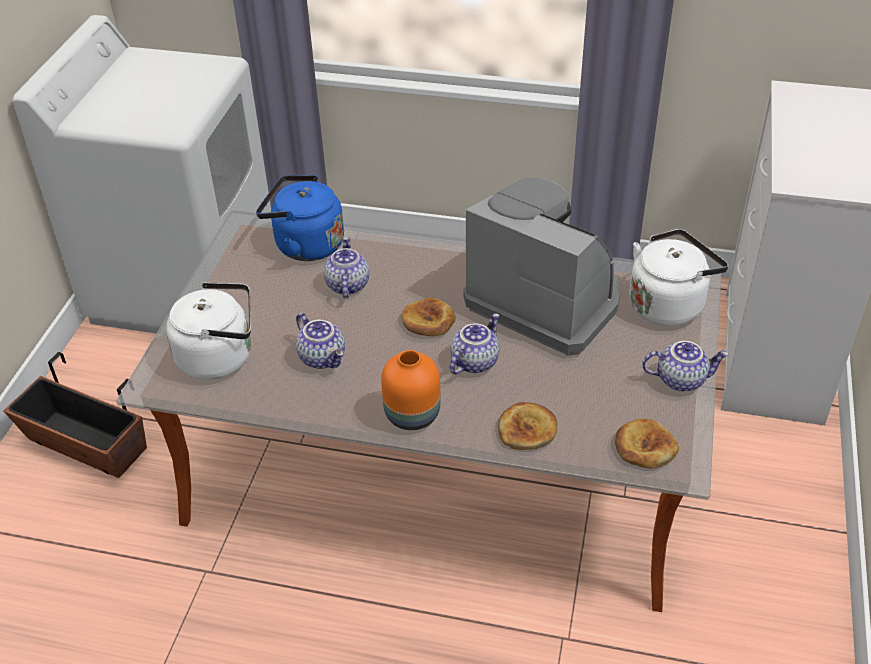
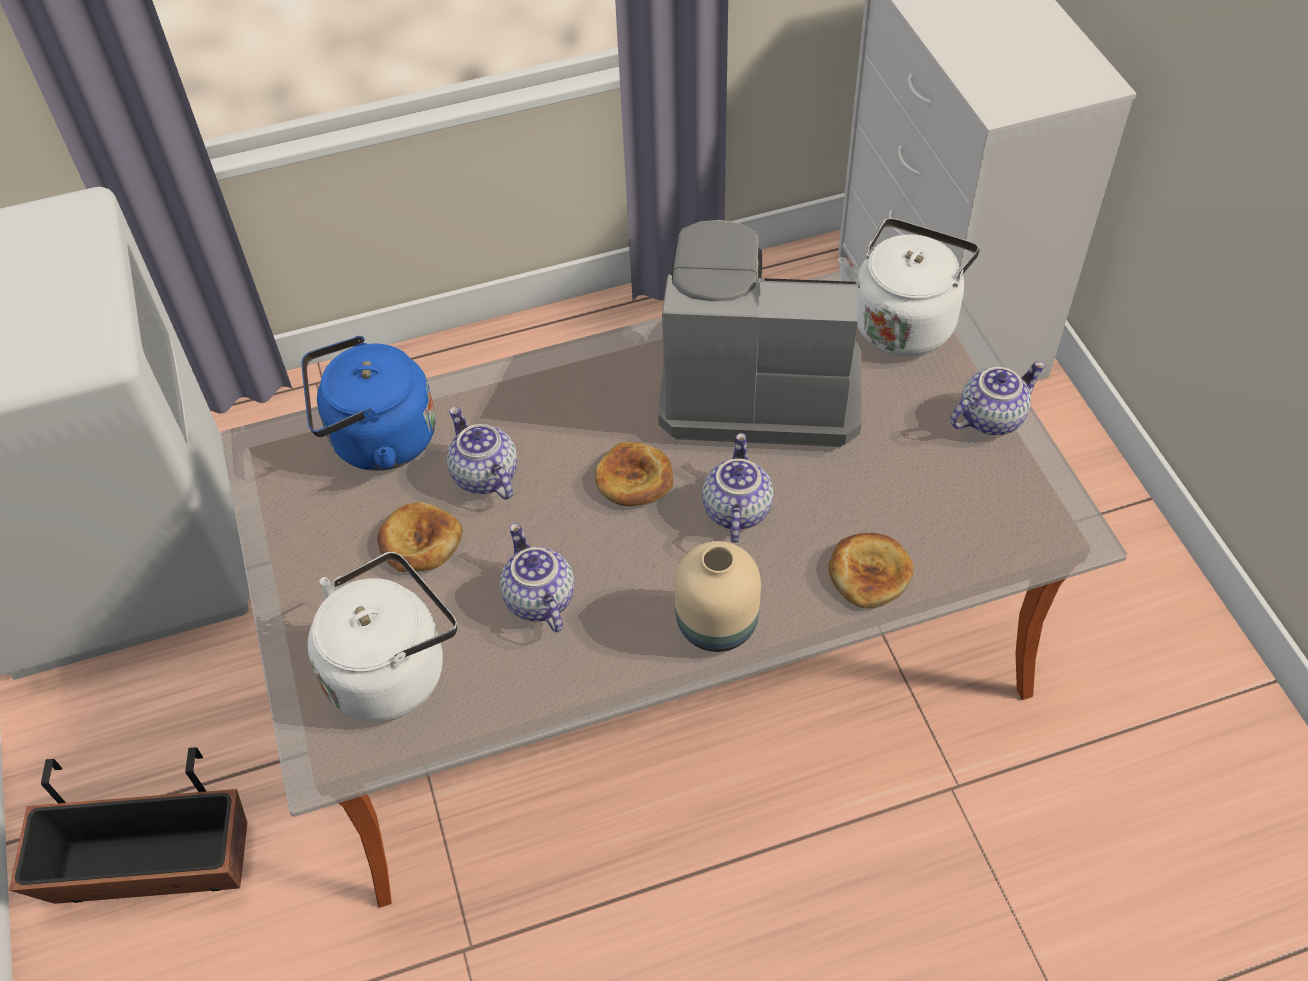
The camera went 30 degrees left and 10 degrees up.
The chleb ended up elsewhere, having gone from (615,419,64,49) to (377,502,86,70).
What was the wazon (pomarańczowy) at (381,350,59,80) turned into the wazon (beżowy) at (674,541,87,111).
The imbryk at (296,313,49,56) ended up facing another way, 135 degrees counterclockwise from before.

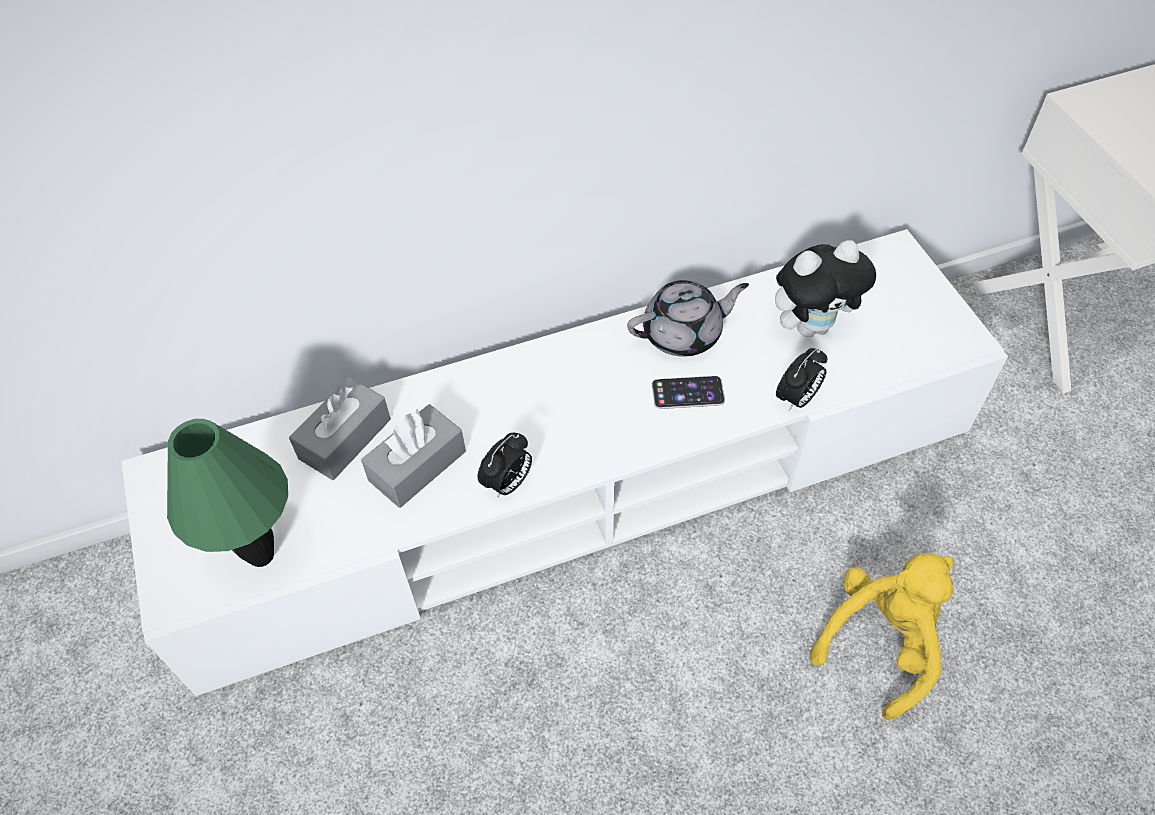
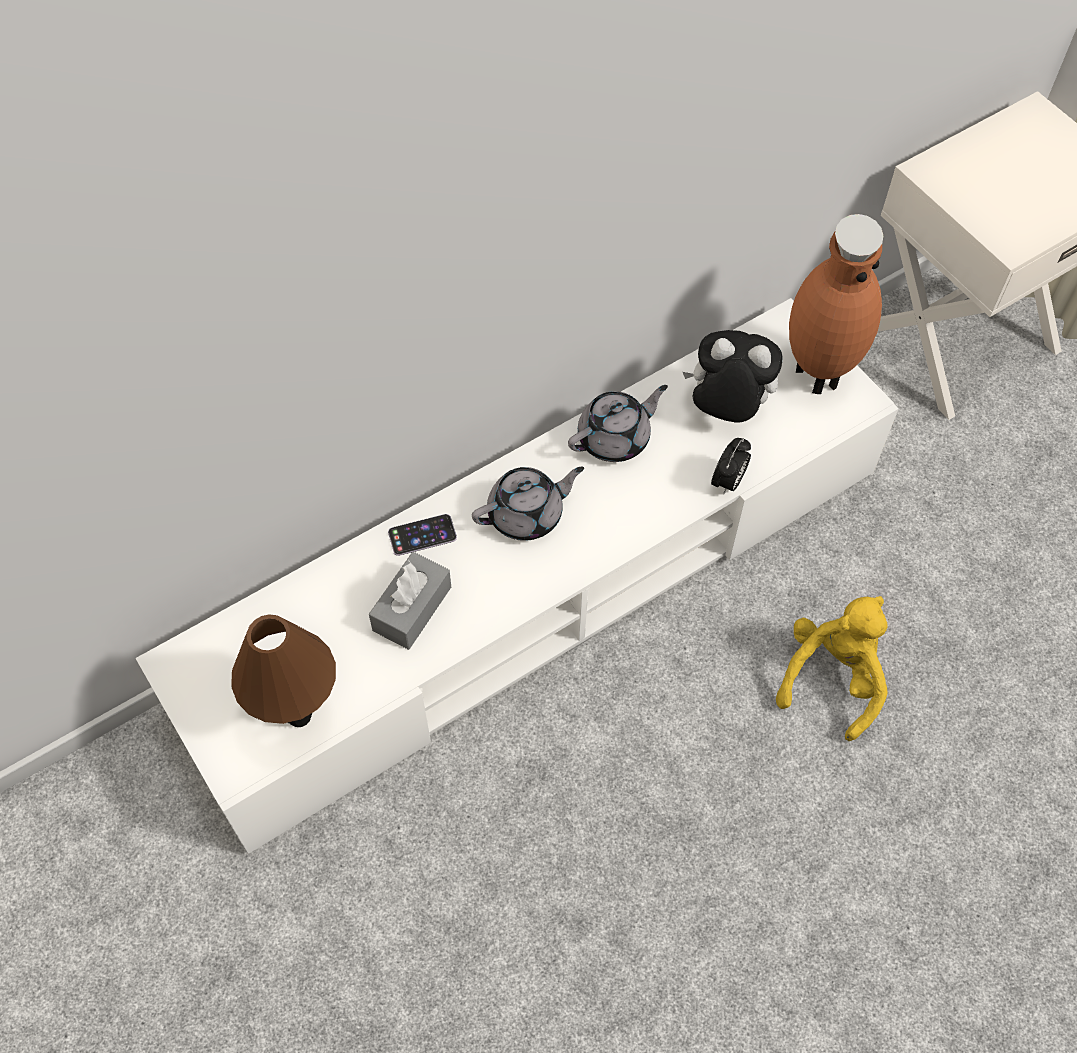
The camera went 15 degrees left and 5 degrees up.
The second view lost the pudełko chusteczek (szary) at (289,377,102,103).
The second view lost the budzik at (478,433,54,65).
The second view gained the imbryk (szary) at (472,467,112,74).
The second view gained the wazon (brązowy) at (789,214,94,180).
The telefon ended up elsewhere, having gone from (652,376,73,33) to (388,514,69,42).
What was the lampa stołowa (zielony) at (167,419,121,148) turned into the lampa stołowa (brązowy) at (231,615,105,112).
The pluszak at (775,240,101,97) ended up facing another way, 135 degrees counterclockwise from before.

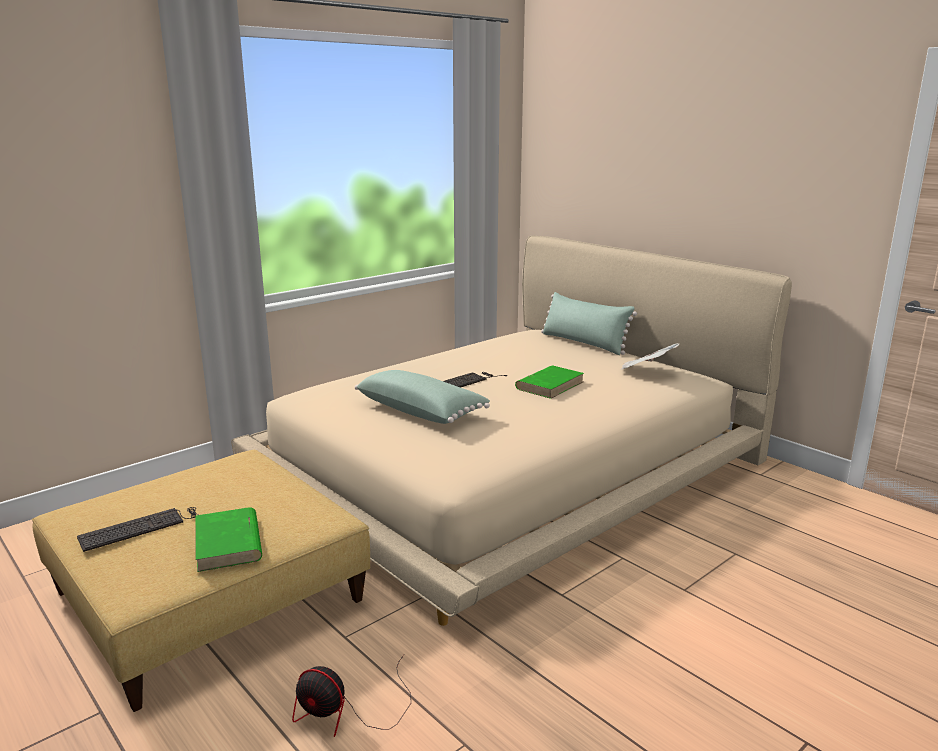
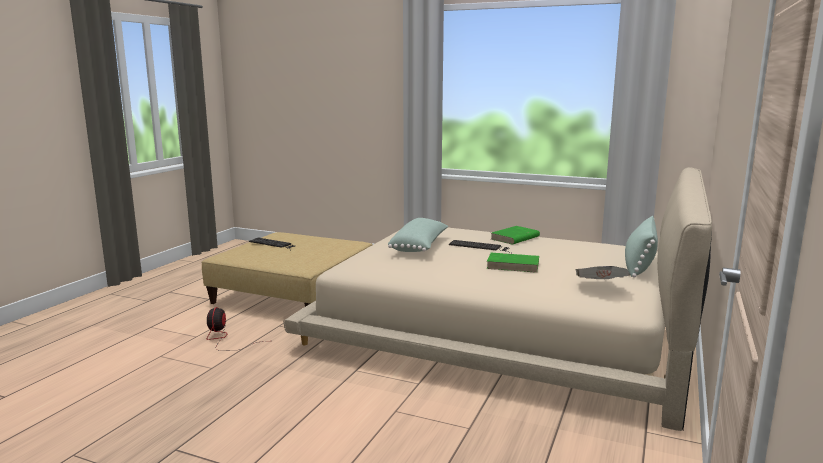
The camera went 65 degrees right and 5 degrees down.
The książka (zielony) ended up elsewhere, having gone from (195,507,67,65) to (491,226,49,18).

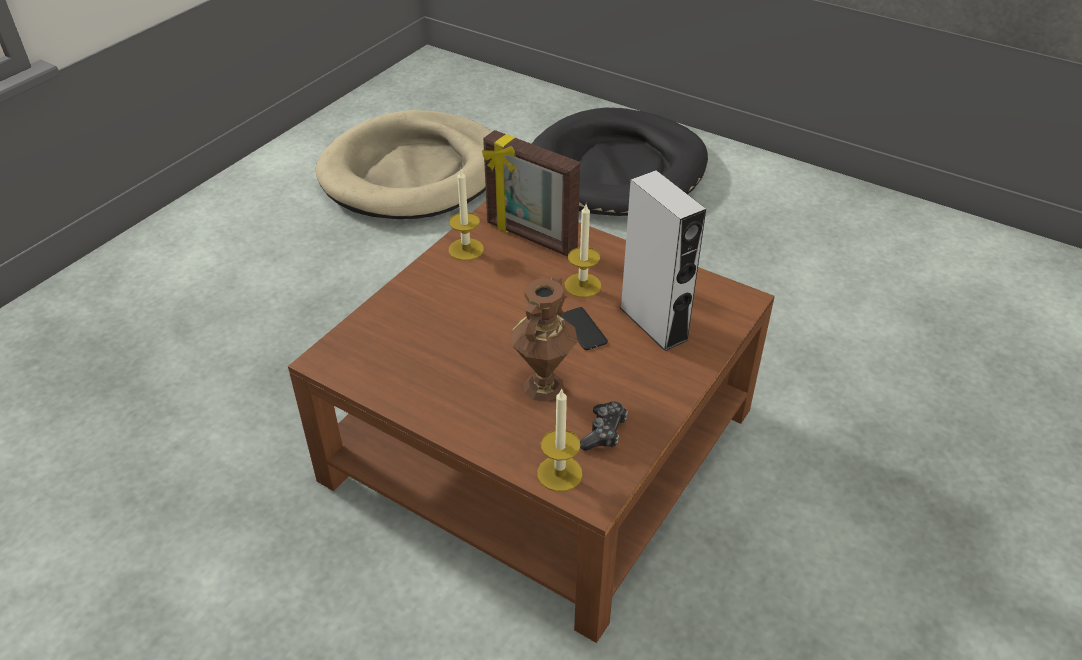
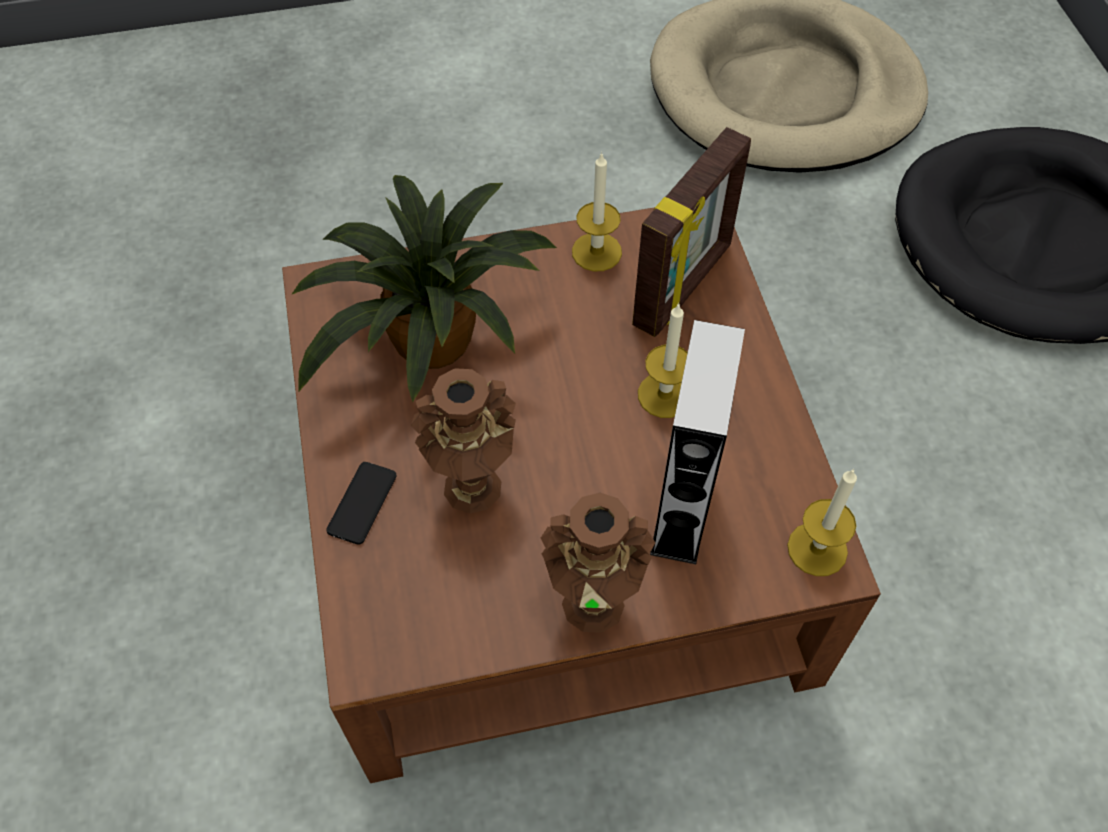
The camera went 45 degrees right and 15 degrees up.
The second view lost the pad do gier at (580,401,48,50).
The second view gained the roślina doniczkowa at (291,175,266,228).
The second view gained the wazon (brązowy) at (541,493,114,140).
The świeca ended up elsewhere, having gone from (537,388,46,104) to (787,469,70,107).
The telefon ended up elsewhere, having gone from (560,307,48,43) to (326,462,70,83).
The ramka na zdjęcie at (482,130,98,126) ended up facing another way, 135 degrees counterclockwise from before.

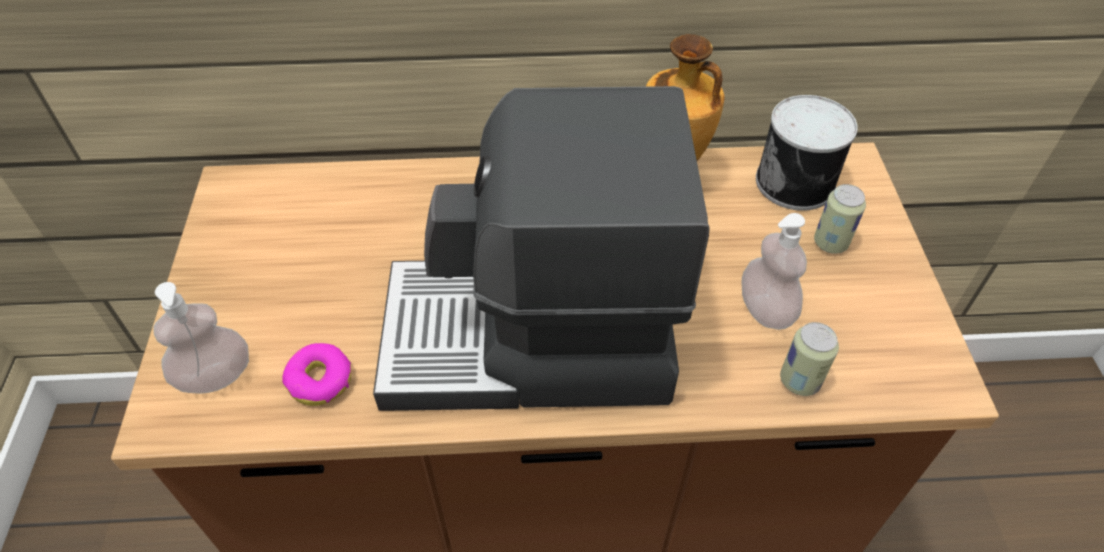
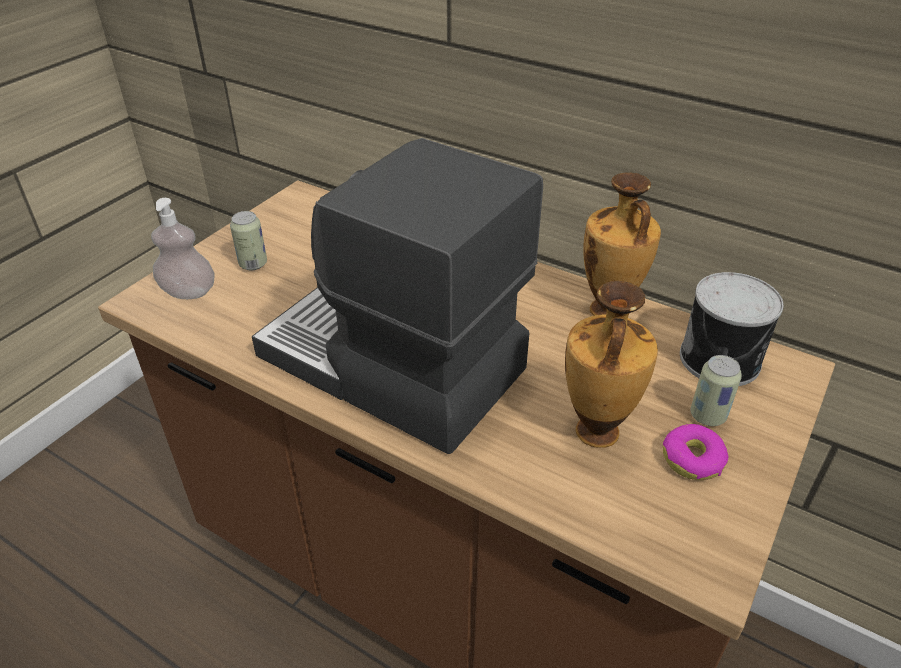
The camera went 35 degrees right and 10 degrees down.
The donut ended up elsewhere, having gone from (282,343,69,63) to (663,424,66,56).
The puszka ended up elsewhere, having gone from (780,322,59,74) to (230,211,37,59).
Where the dozownik mydła stood at (742,213,65,117), the wazon came to stand at (565,281,93,167).

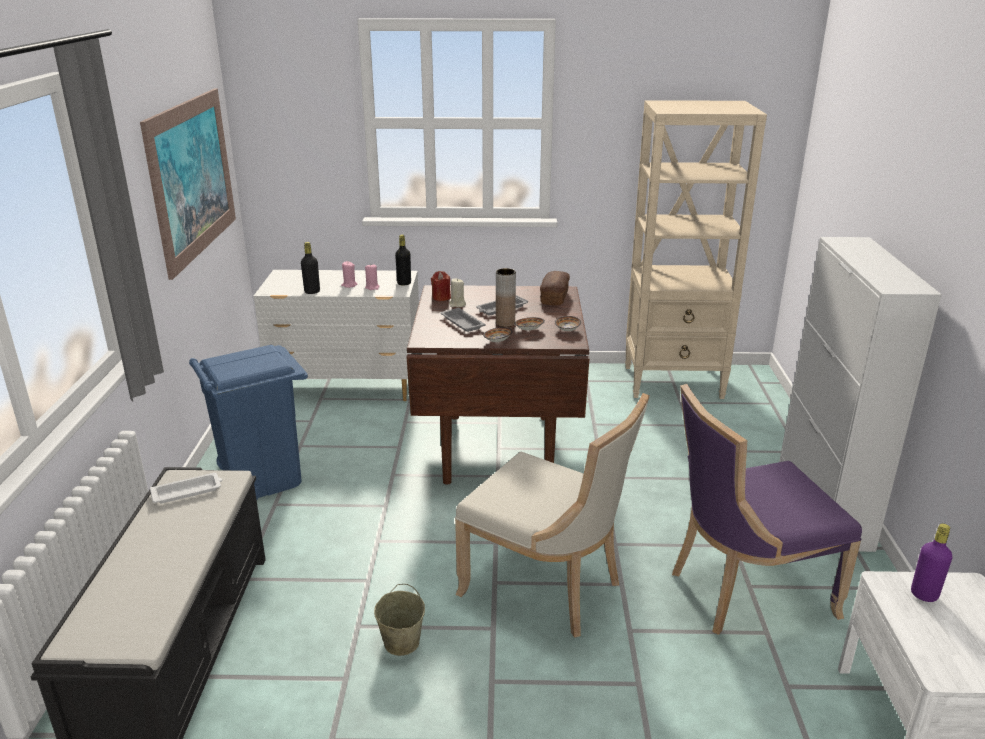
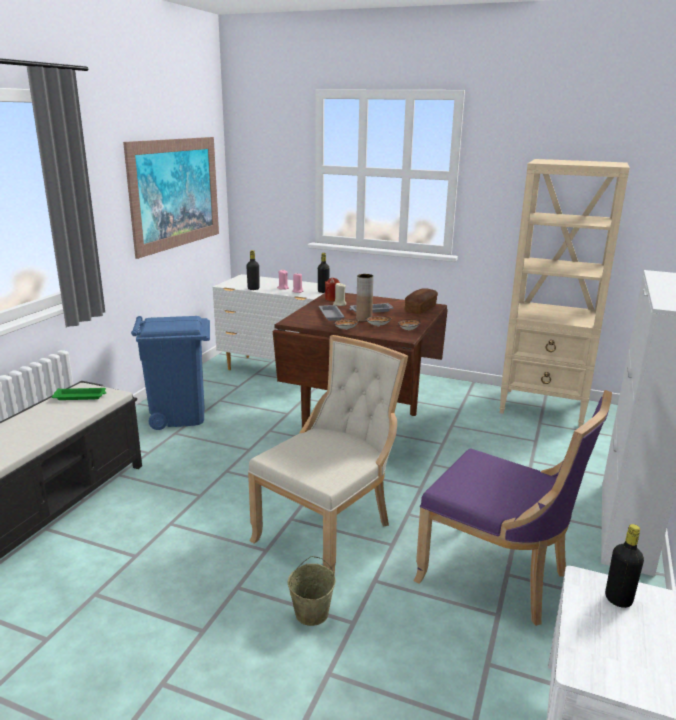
The camera went 20 degrees right and 5 degrees down.
The wiadro (beżowy) ended up elsewhere, having gone from (374,584,51,72) to (288,556,48,70).
What was the taca (biały) at (150,473,72,30) turned into the taca (zielony) at (52,388,54,12).
What was the butelka (fioletowy) at (911,524,41,78) turned into the butelka (czarny) at (605,524,39,84).
The krzesło (beżowy) at (455,393,195,245) ended up facing another way, 105 degrees counterclockwise from before.
The krzesło (fioletowy) at (672,384,190,251) ended up facing another way, 150 degrees counterclockwise from before.

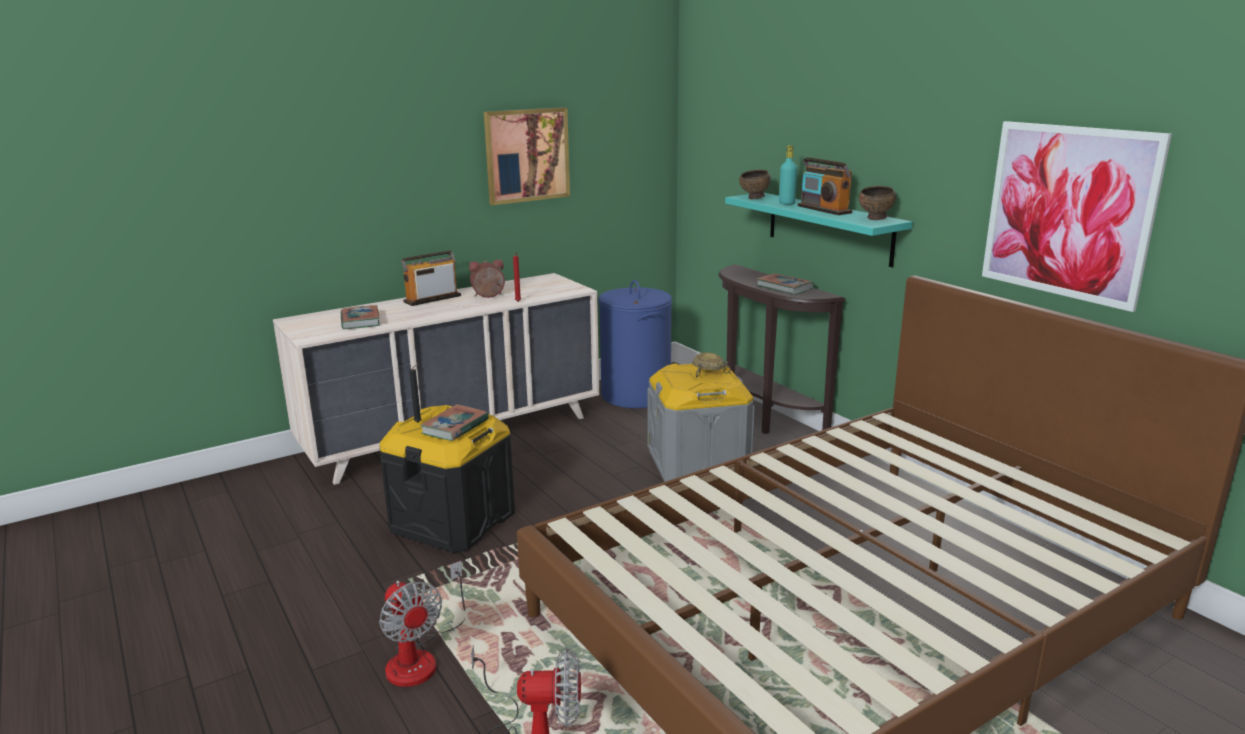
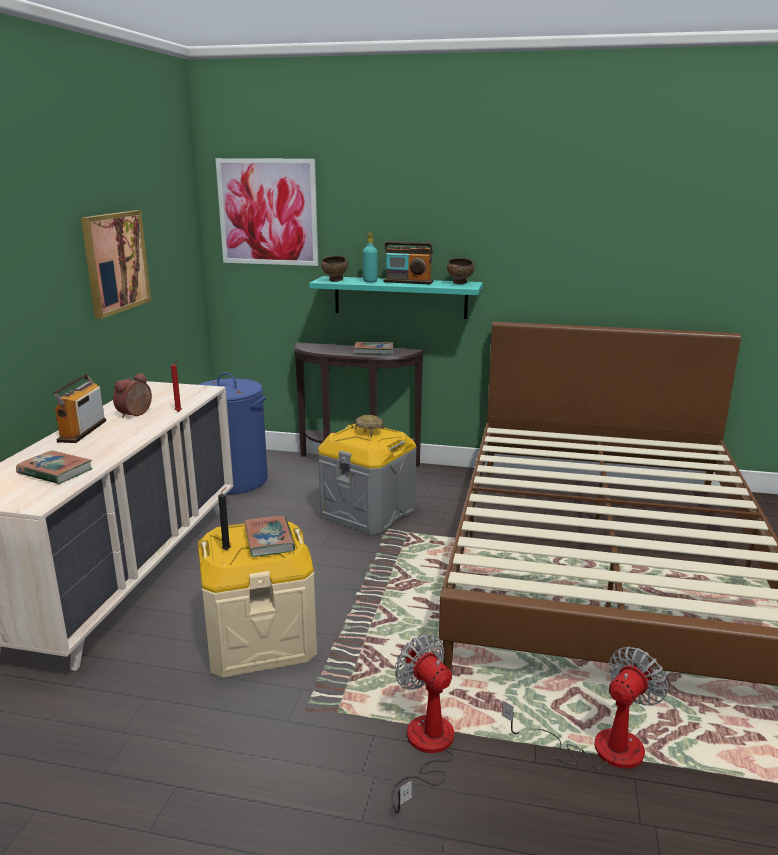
The camera went 45 degrees left and 0 degrees up.
The obraz ended up elsewhere, having gone from (982,121,190,191) to (215,158,103,108).
What was the pojemnik do przechowywania (czarny) at (380,405,135,148) turned into the pojemnik do przechowywania (beżowy) at (198,521,119,157).
The wentylator at (379,561,86,126) ended up facing another way, 135 degrees counterclockwise from before.

